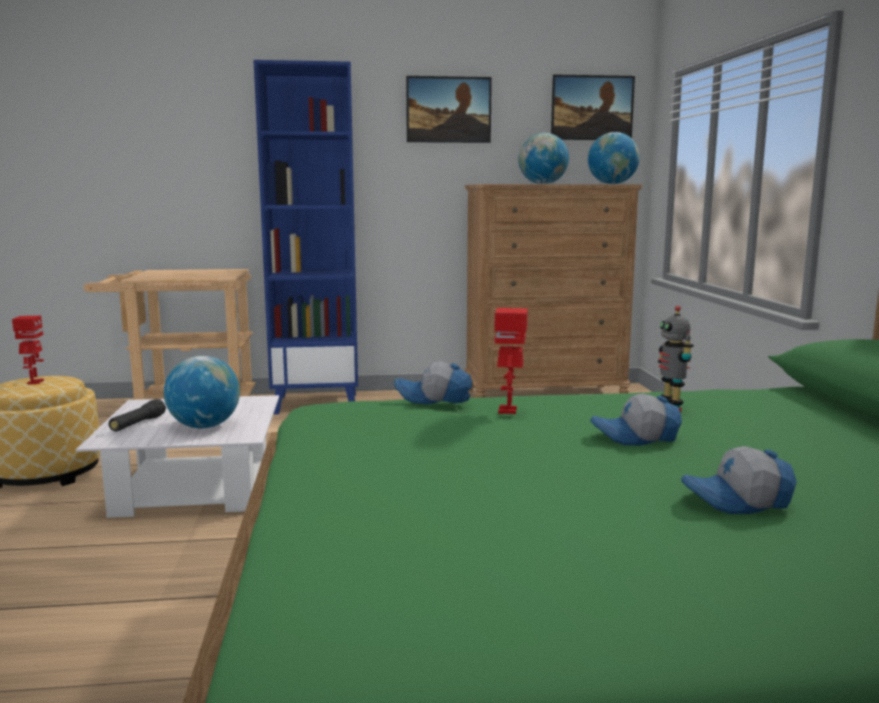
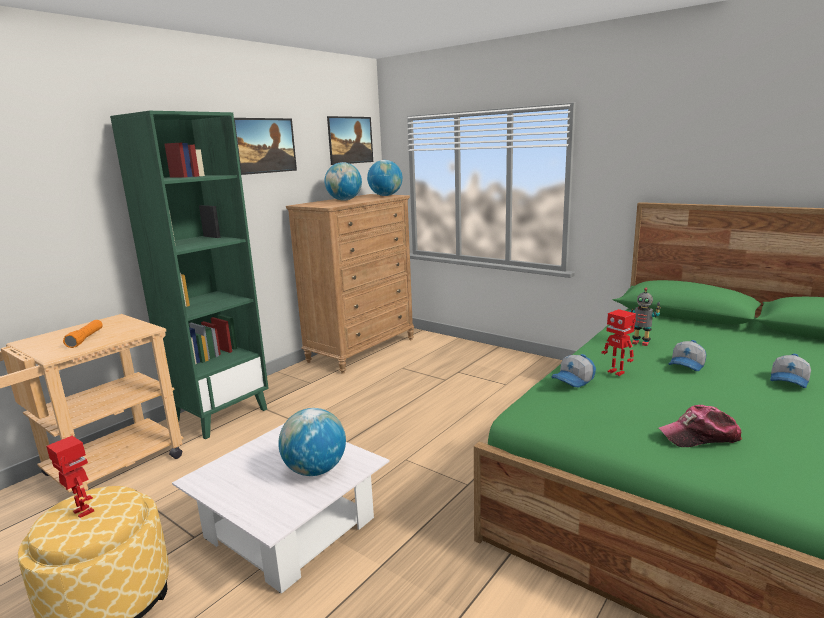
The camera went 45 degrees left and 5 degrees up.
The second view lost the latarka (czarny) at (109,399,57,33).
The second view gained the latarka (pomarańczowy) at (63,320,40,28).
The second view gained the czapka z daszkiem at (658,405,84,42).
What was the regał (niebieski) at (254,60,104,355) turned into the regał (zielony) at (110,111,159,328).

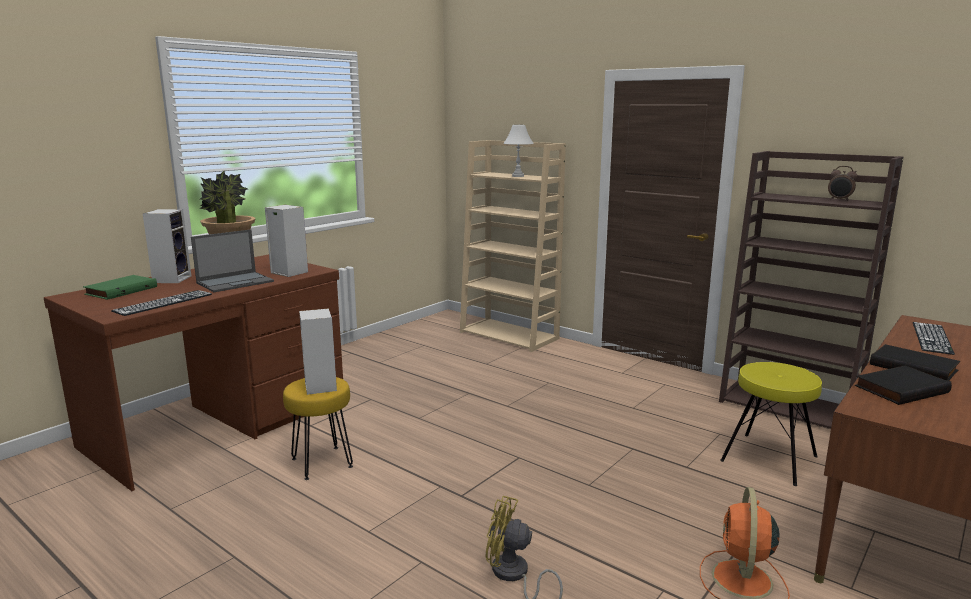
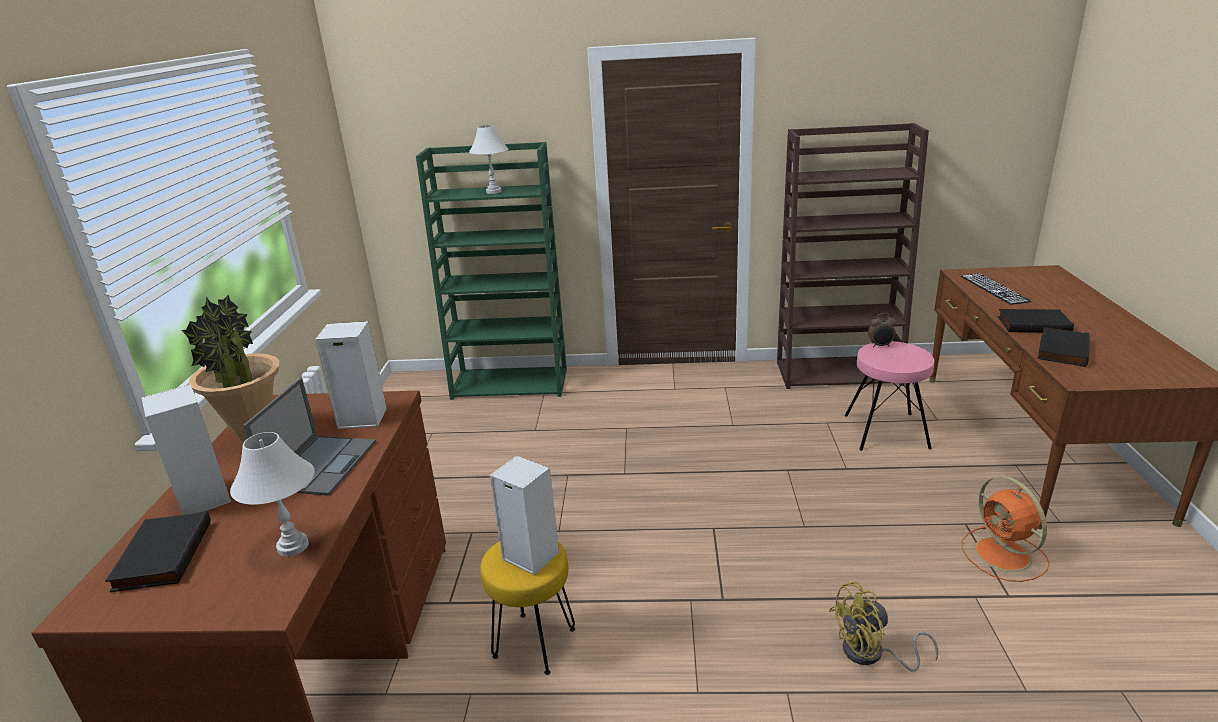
The camera went 35 degrees left and 10 degrees up.
The budzik ended up elsewhere, having gone from (828,166,30,35) to (868,313,28,34).
Where the klawiatura stood at (111,290,101,26), the lampa stołowa (biały) came to stand at (230,432,85,125).
What was the książka (zielony) at (83,275,74,25) turned into the książka (czarny) at (105,511,106,81).
What was the regał (beżowy) at (460,140,106,212) turned into the regał (zielony) at (416,142,151,258).
What was the stołek (żółty) at (720,362,102,124) turned into the stołek (różowy) at (845,341,89,110).

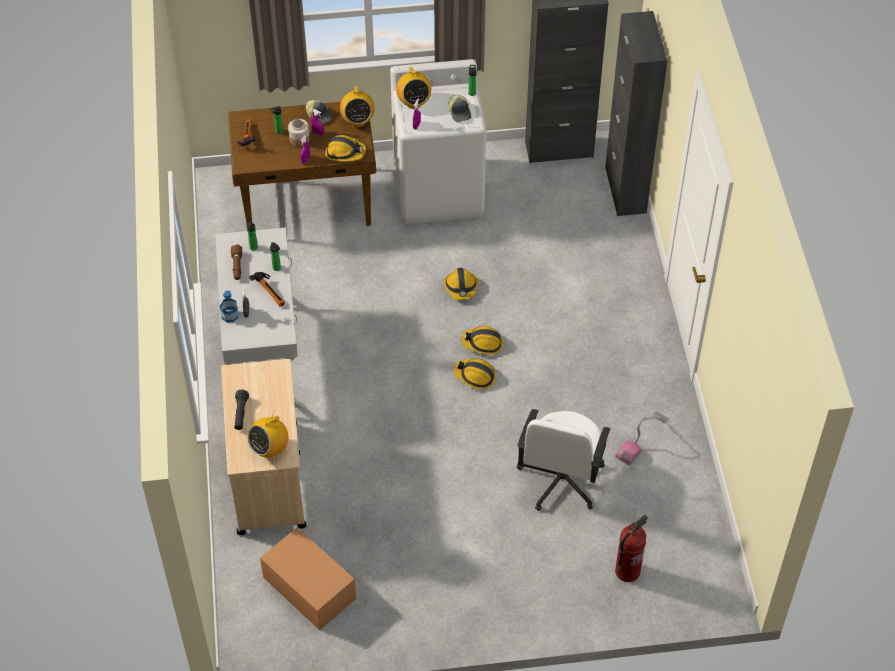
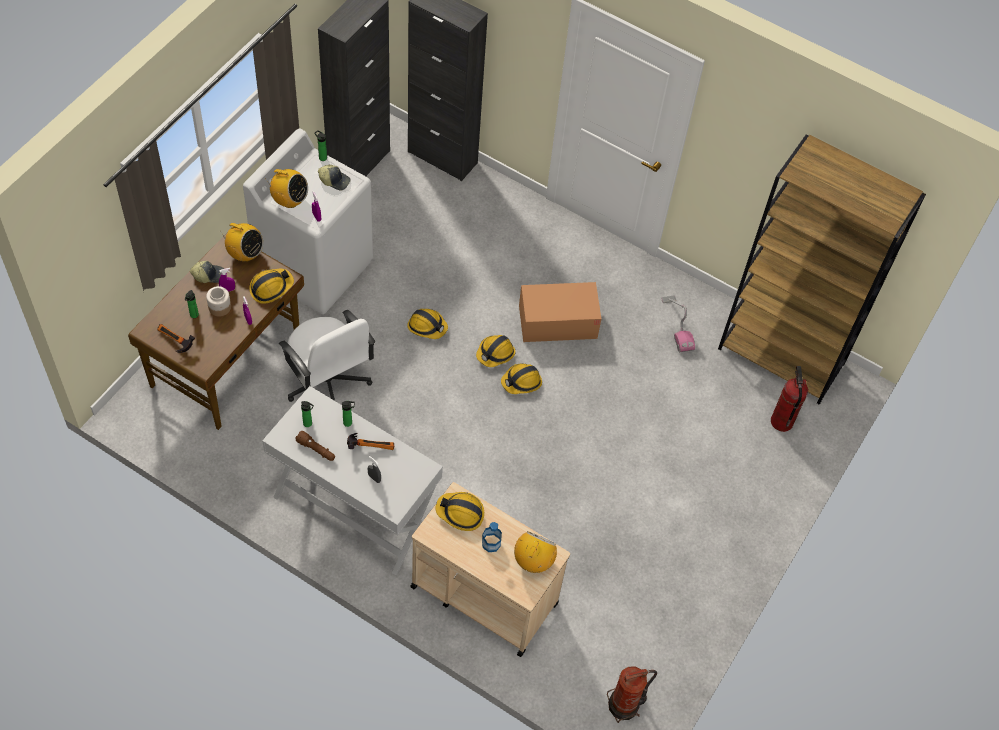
The camera went 55 degrees left and 5 degrees up.
The second view lost the latarka (czarny) at (234,390,15,40).
The second view gained the kask at (436,492,48,39).
The second view gained the gaśnica at (607,666,50,57).
The second view gained the regał (brązowy) at (718,134,208,271).
The butelka ended up elsewhere, having gone from (220,291,19,31) to (482,522,20,30).
The karton ended up elsewhere, having gone from (260,527,96,103) to (519,282,82,60).
The krzesło biurowe (biały) ended up elsewhere, having gone from (517,409,93,102) to (279,310,96,92).
The radio at (248,409,40,48) ended up facing another way, 150 degrees counterclockwise from before.

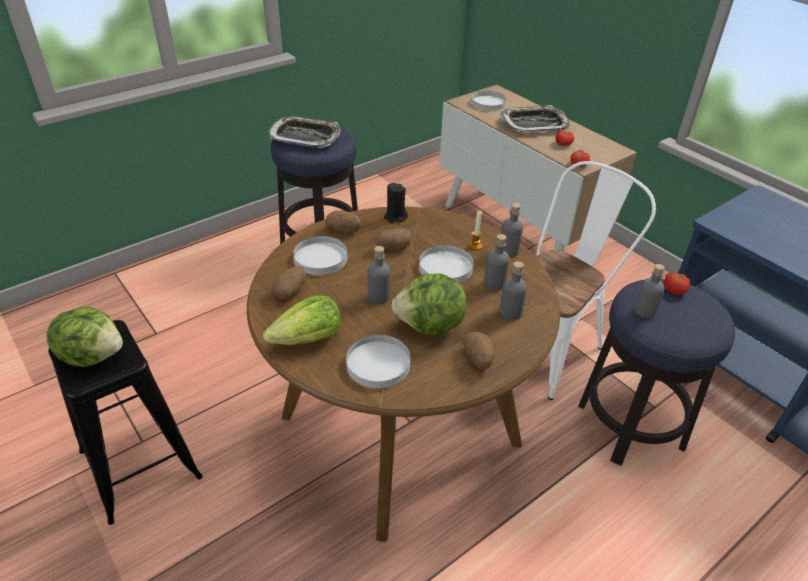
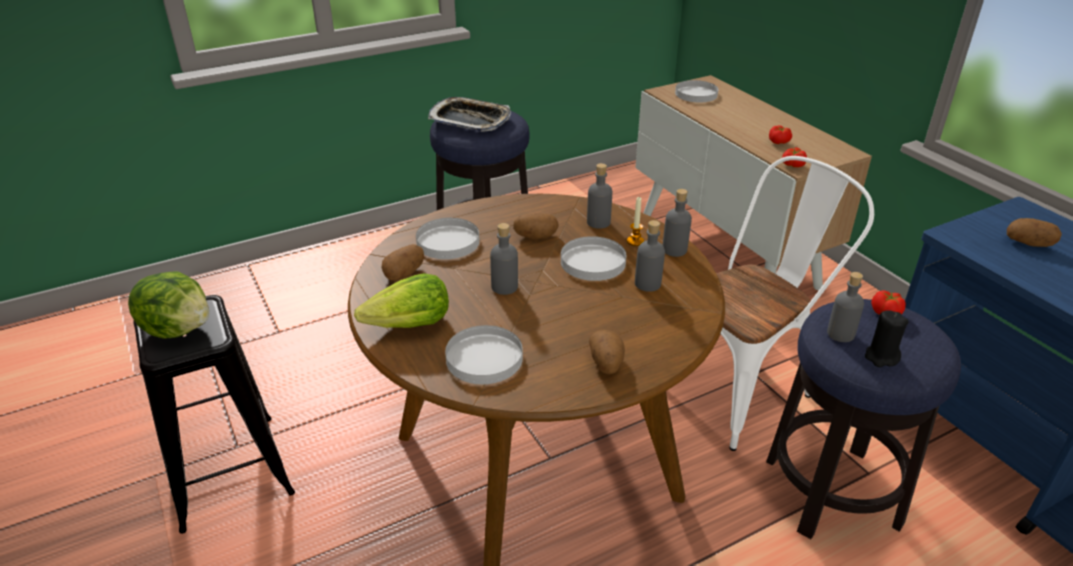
The camera went 10 degrees right and 5 degrees down.
The second view lost the sałata at (391,273,76,63).
The second view lost the taca at (500,105,70,27).
The ziemniak ended up elsewhere, having gone from (325,210,36,23) to (1007,218,55,29).
The świeca (czarny) ended up elsewhere, having gone from (384,183,24,40) to (865,310,44,57).
The butelka (szary) ended up elsewhere, having gone from (499,261,28,59) to (587,163,25,66).

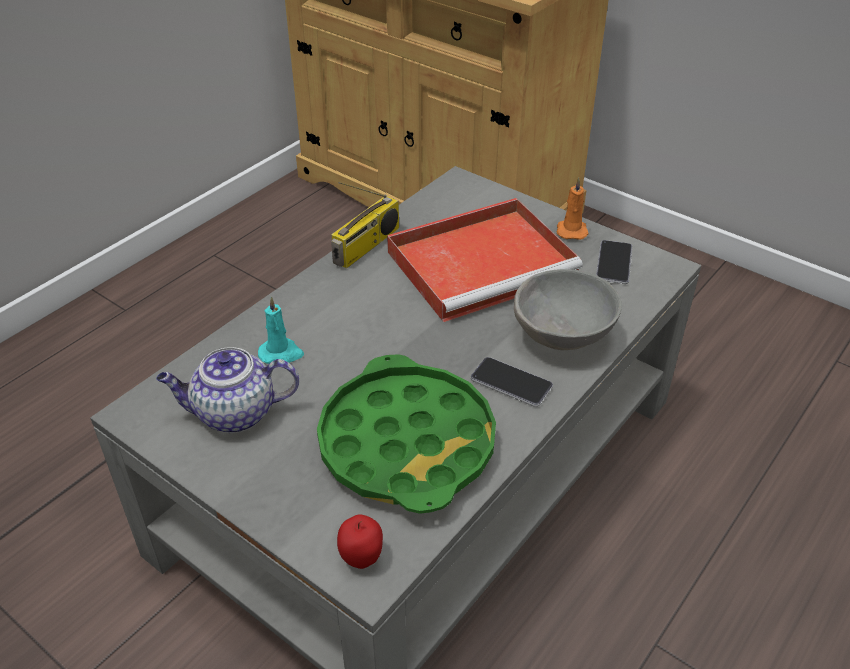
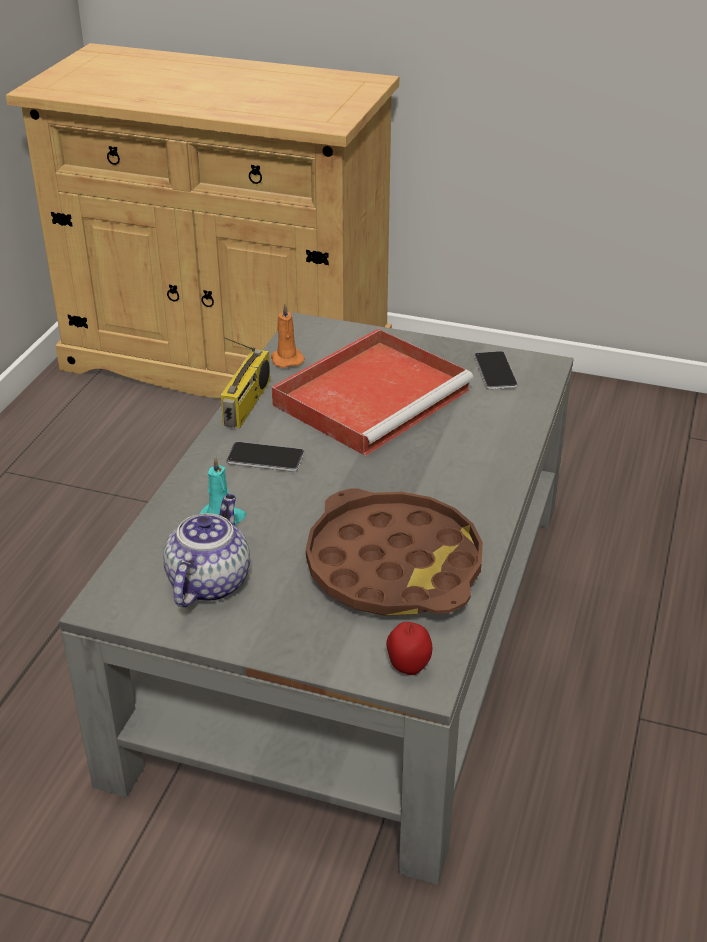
The camera went 20 degrees left and 5 degrees down.
The second view lost the miska (szary) at (514,269,108,81).
The telefon ended up elsewhere, having gone from (471,357,82,50) to (226,442,78,30).
The świeca (pomarańczowy) ended up elsewhere, having gone from (557,178,32,62) to (271,303,34,65).
What was the taca (zielony) at (317,354,179,160) turned into the taca (brązowy) at (306,488,177,128).
The imbryk at (156,347,143,86) ended up facing another way, 135 degrees clockwise from before.

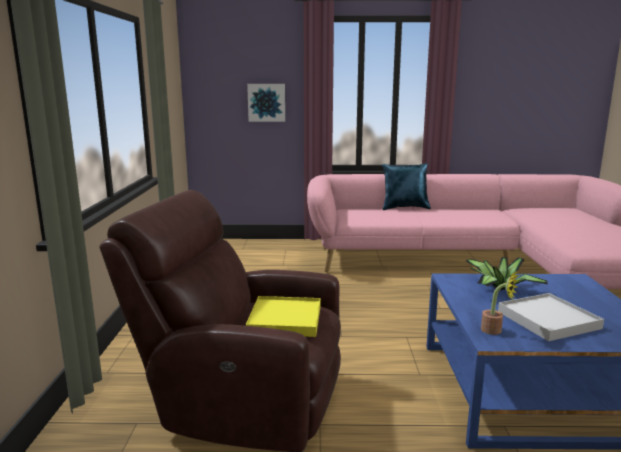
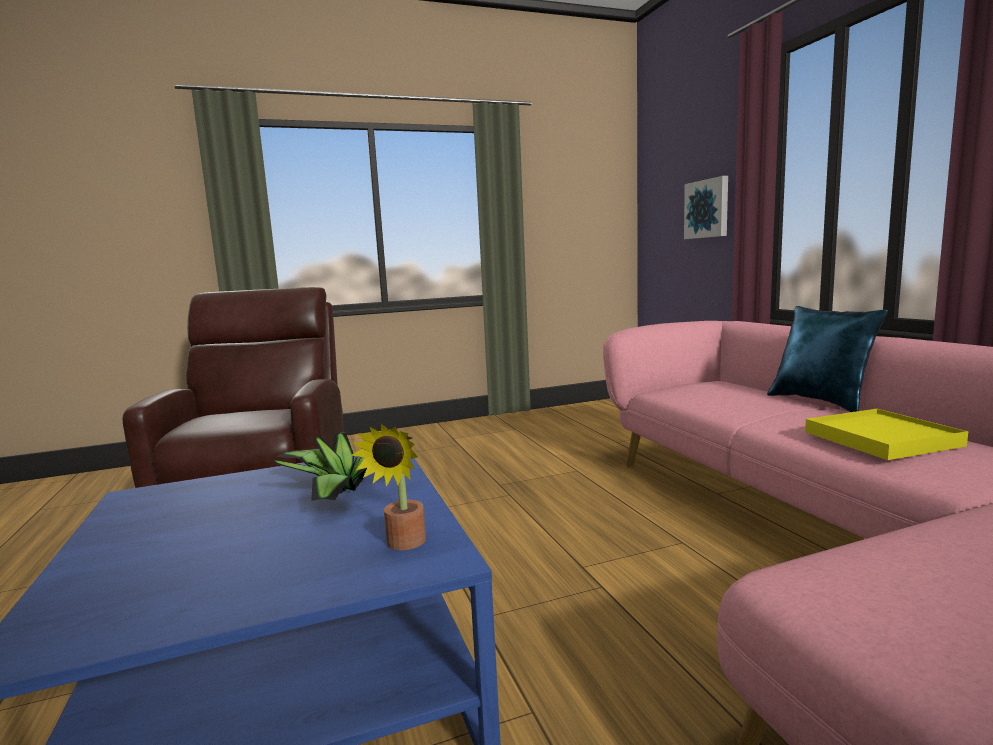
The camera went 70 degrees right and 5 degrees down.
The second view lost the taca (biały) at (498,293,106,48).
The taca (żółty) ended up elsewhere, having gone from (246,296,75,41) to (805,409,163,51).
The roślina doniczkowa ended up elsewhere, having gone from (481,271,39,64) to (351,424,75,126).

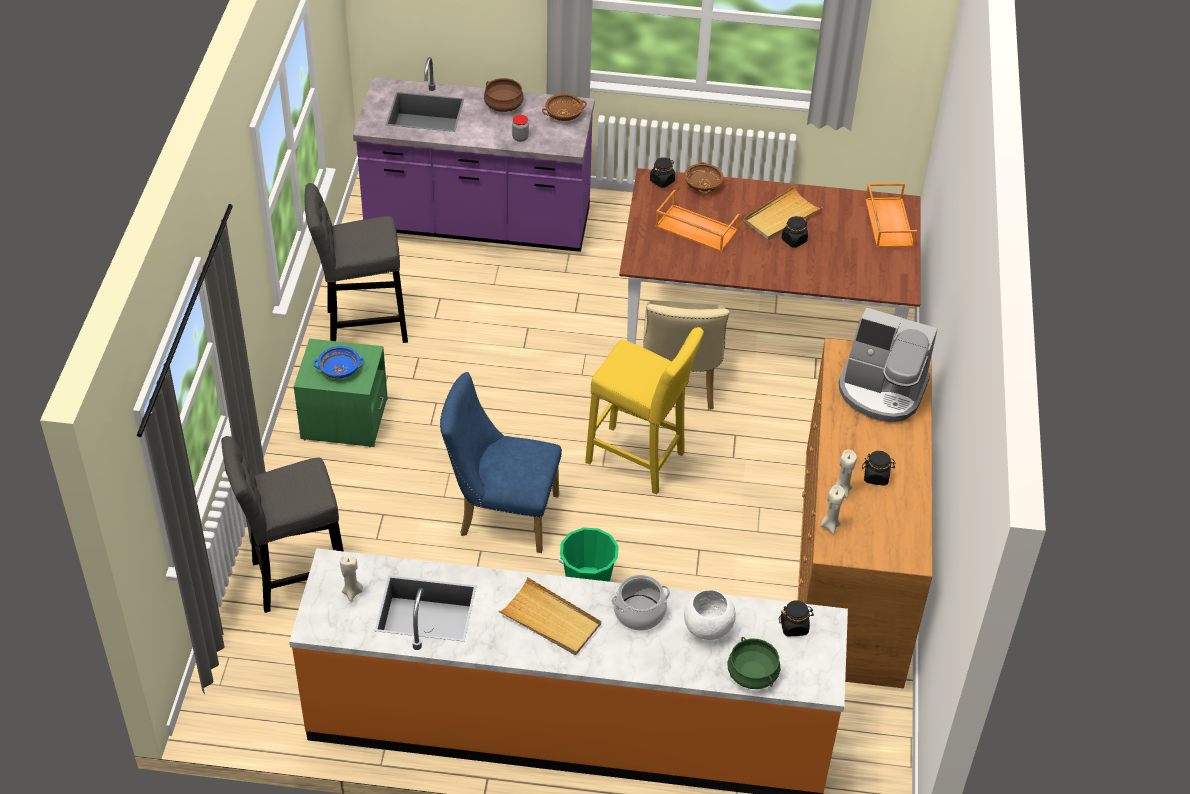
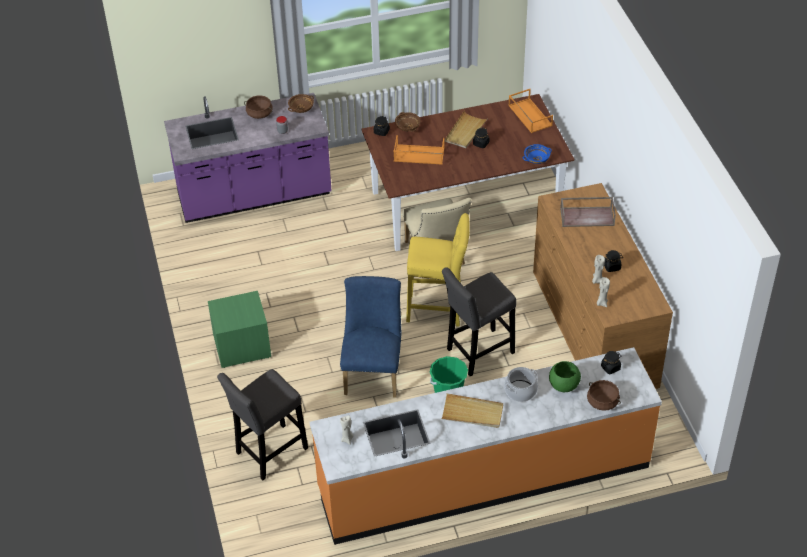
The camera went 20 degrees left and 0 degrees up.
The stołek (szary) ended up elsewhere, having gone from (305,183,103,160) to (442,267,74,109).
The miska (niebieski) ended up elsewhere, having gone from (313,346,52,33) to (523,144,29,20).
Where the ekspres do kawy stood at (839,308,98,114), the taca (brązowy) came to stand at (560,197,56,30).
What was the miska (biały) at (684,590,52,50) turned into the miska (zielony) at (549,361,32,31).
What was the garnek (zielony) at (727,637,53,52) turned into the garnek (brązowy) at (587,380,34,31).
The krzesło (niebieski) at (440,372,122,181) ended up facing another way, 105 degrees clockwise from before.

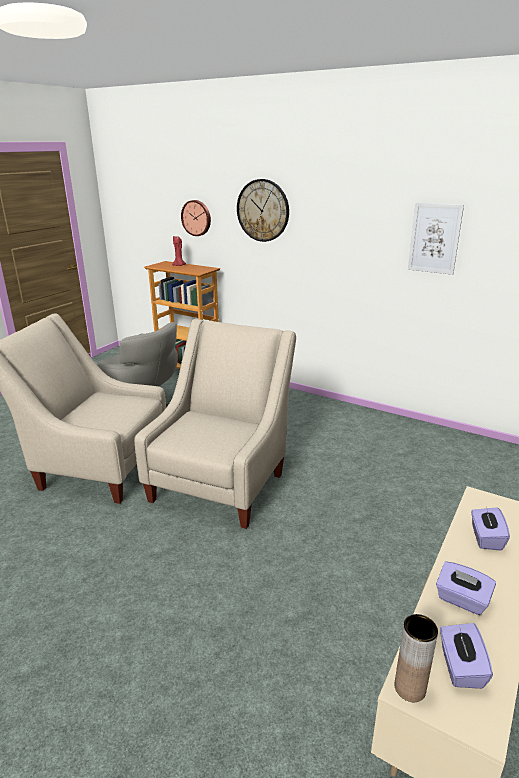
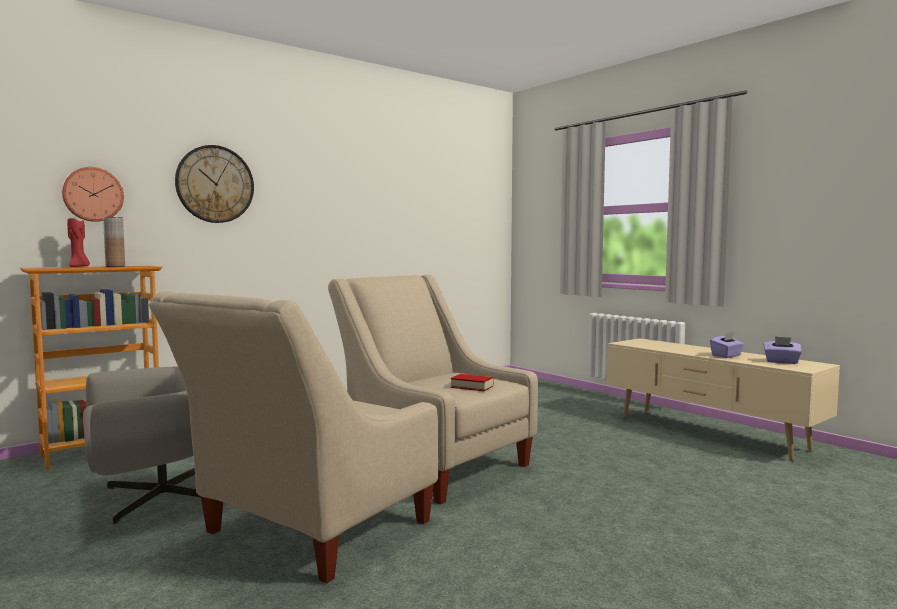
The camera went 70 degrees left and 20 degrees down.
The second view lost the obraz at (408,203,56,72).
The second view lost the pudełko chusteczek (fioletowy) at (471,506,39,45).
The second view gained the książka at (451,374,43,17).
The wazon (brązowy) ended up elsewhere, having gone from (395,614,43,88) to (103,217,22,50).

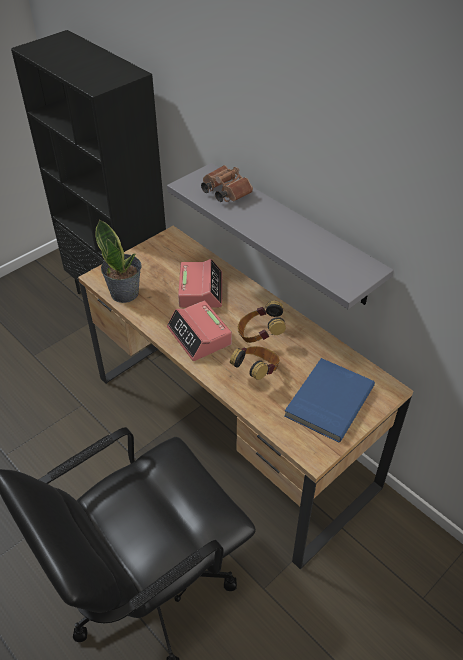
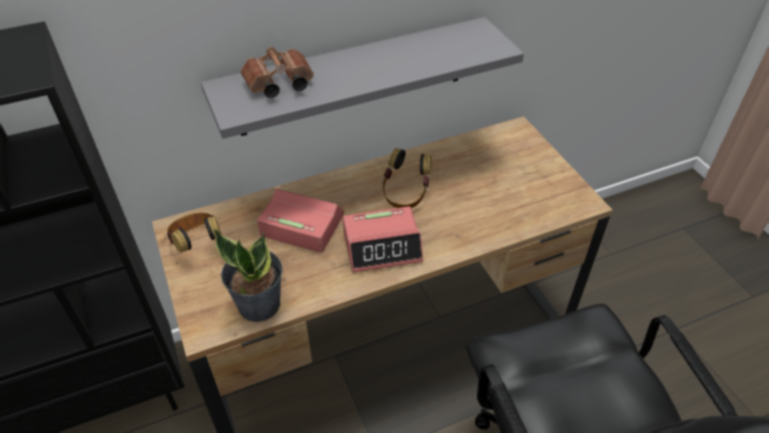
The camera went 70 degrees left and 0 degrees up.
The second view lost the książka (niebieski) at (284,358,91,85).
The słuchawki ended up elsewhere, having gone from (230,346,50,34) to (167,213,55,39).

